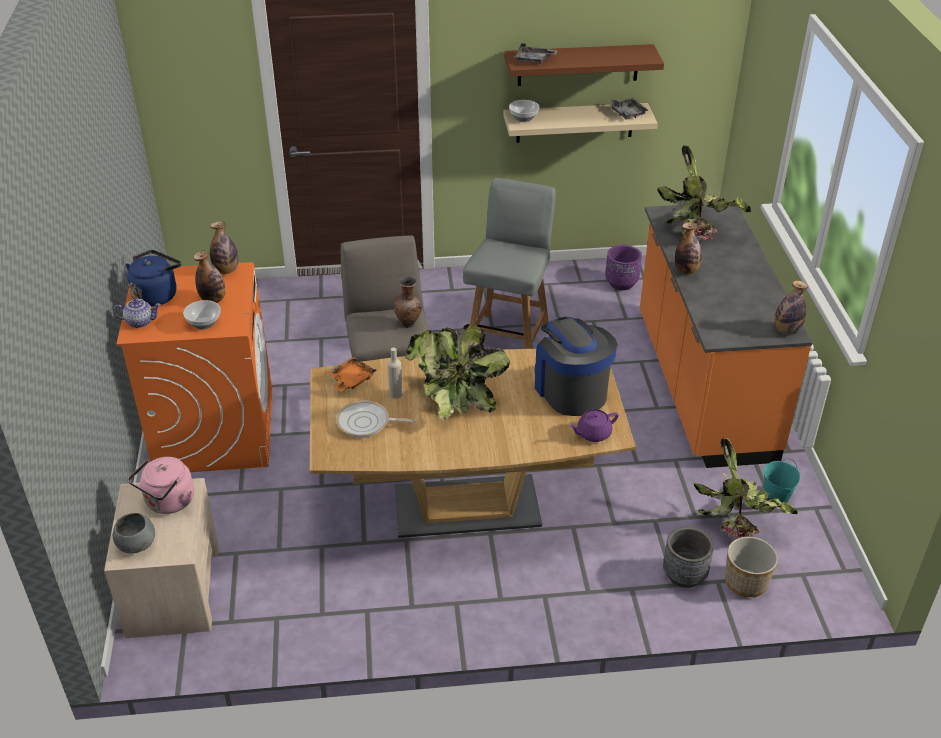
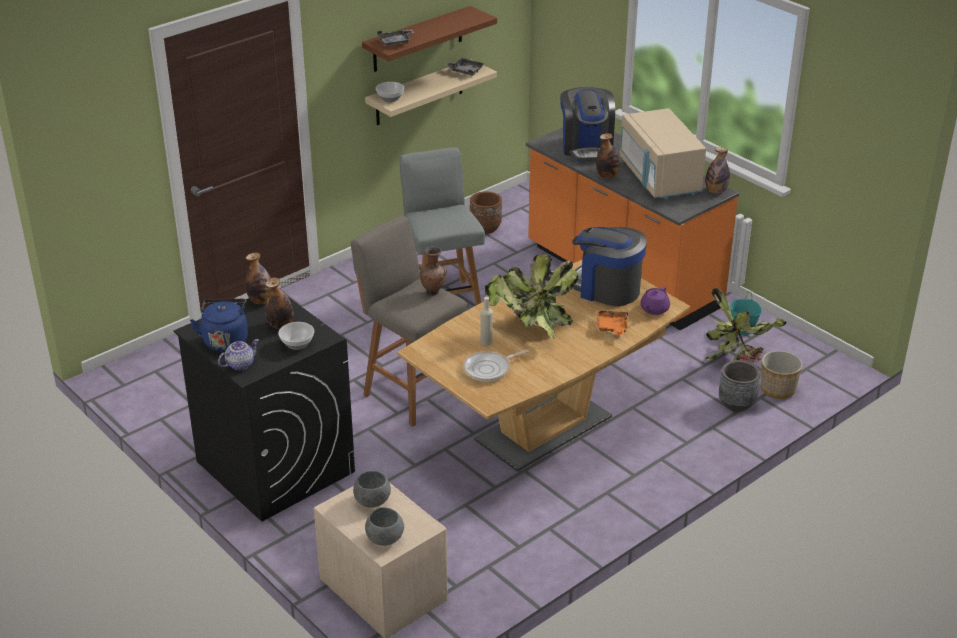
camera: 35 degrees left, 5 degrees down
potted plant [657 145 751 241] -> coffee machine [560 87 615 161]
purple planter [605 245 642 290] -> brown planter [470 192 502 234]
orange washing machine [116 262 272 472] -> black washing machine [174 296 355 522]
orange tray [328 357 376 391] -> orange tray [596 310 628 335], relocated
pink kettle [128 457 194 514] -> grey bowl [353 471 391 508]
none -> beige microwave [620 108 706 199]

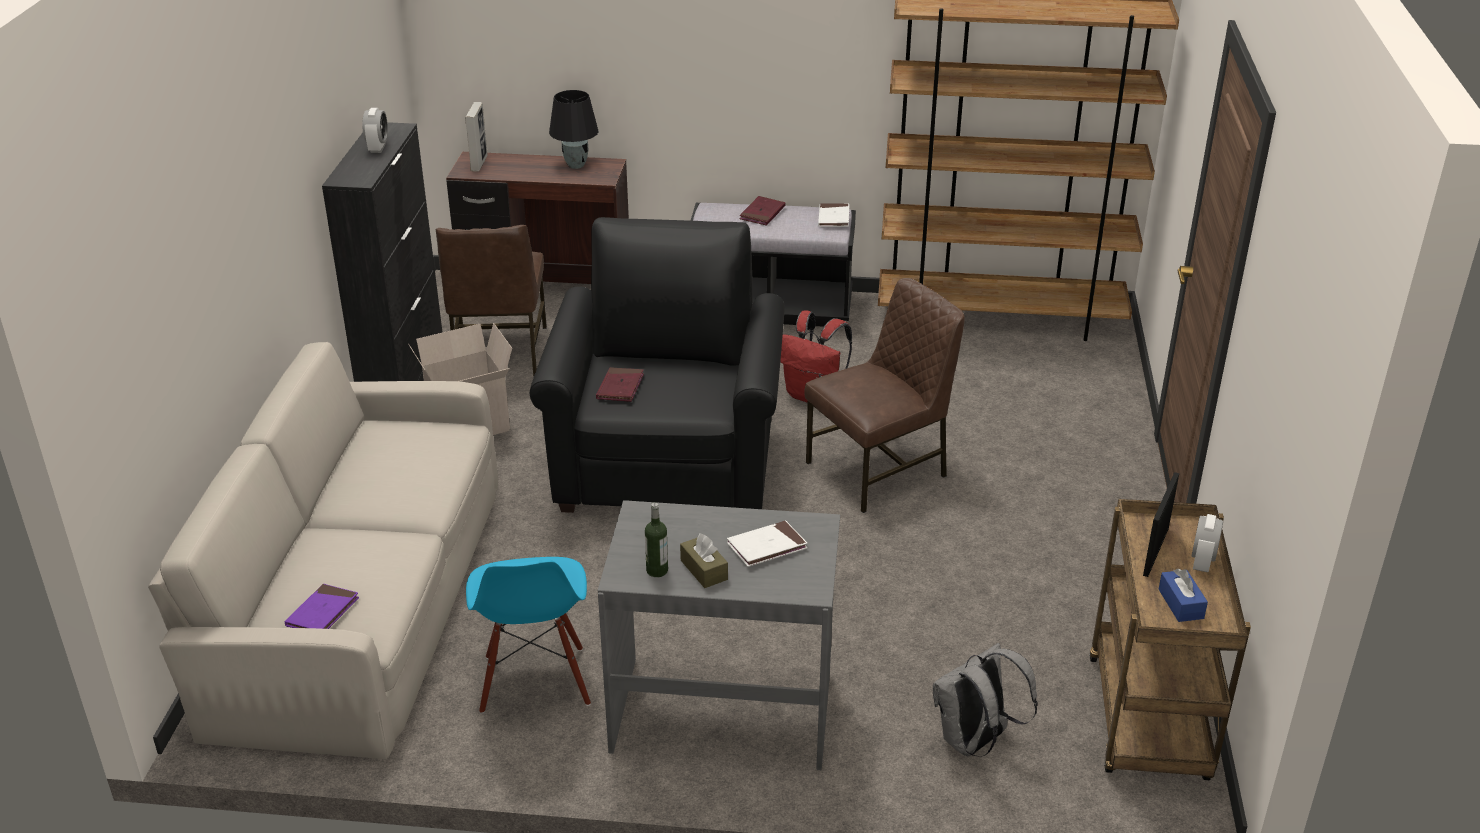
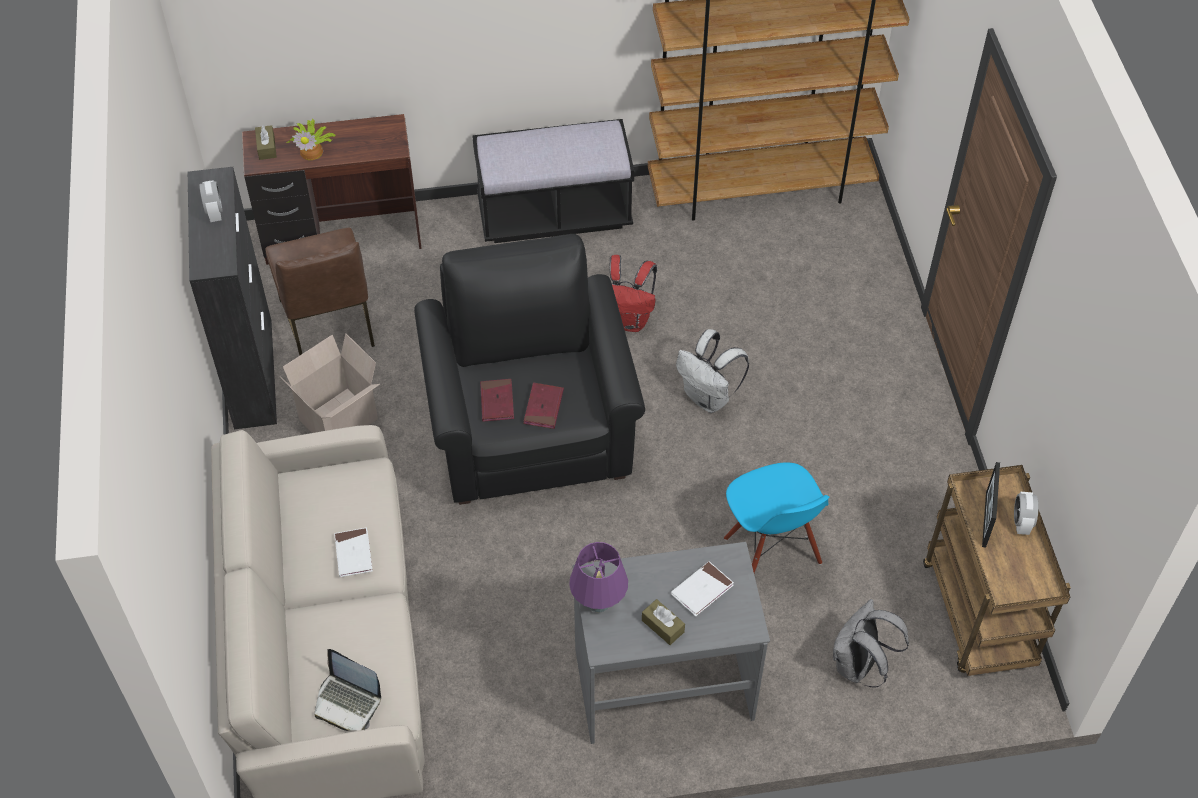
camera: 15 degrees left, 20 degrees up
black table lamp [549 90 599 169] -> none
picture frame [465 102 488 172] -> brown tissue box [255 125 277 160]
red book [740 196 785 226] -> red book [523 382 564 429], relocated
white book [818 204 849 227] -> white book [334 527 373 577], relocated
brown chair [804 278 965 513] -> white backpack [676 329 749 413]
bottle [645 502 668 577] -> none
blue chair [466 557 591 714] -> blue chair [724 462 829 573], relocated
blue tissue box [1159 569 1208 622] -> none
purple book [285 584 359 629] -> laptop [314 649 381 731]
none -> potted plant [287 119 335 160]
none -> purple table lamp [569 542 628 613]

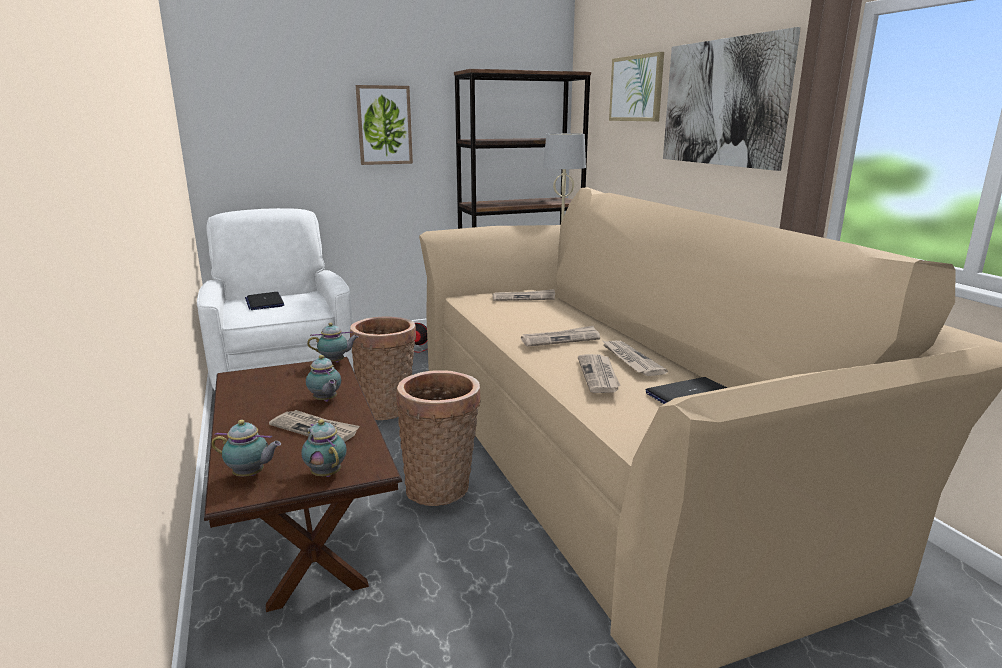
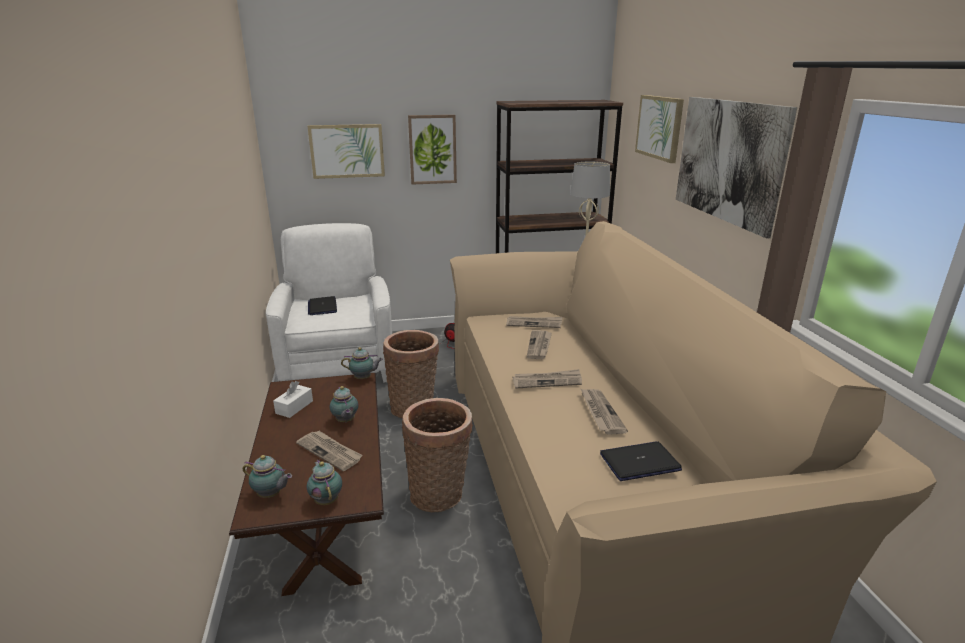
camera: 10 degrees right, 5 degrees up
newspaper [578 354 621 393] -> newspaper [527 330 552 359], relocated
none -> picture [307 124 385 179]
none -> white tissue box [273 381 313 418]

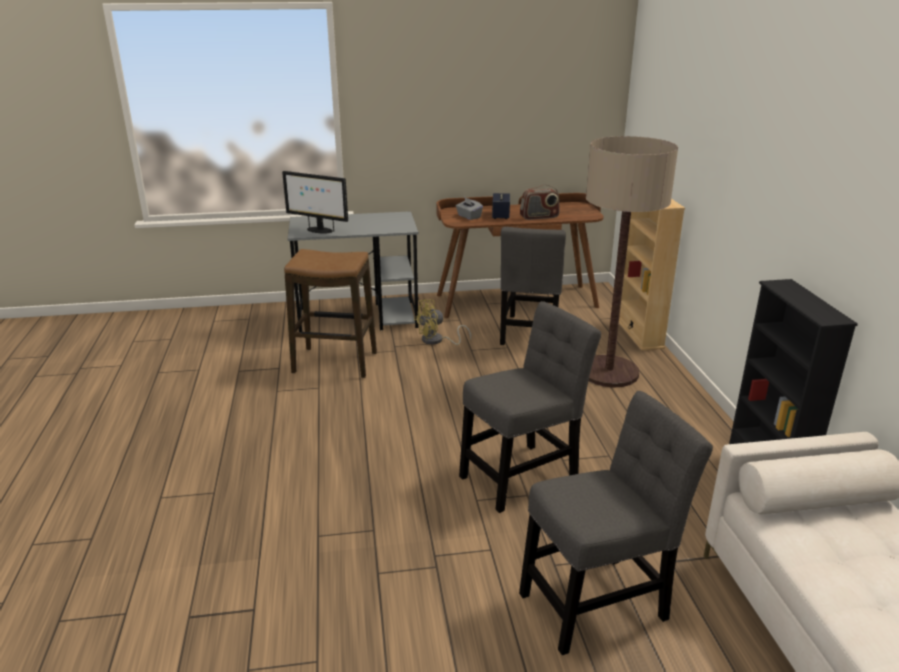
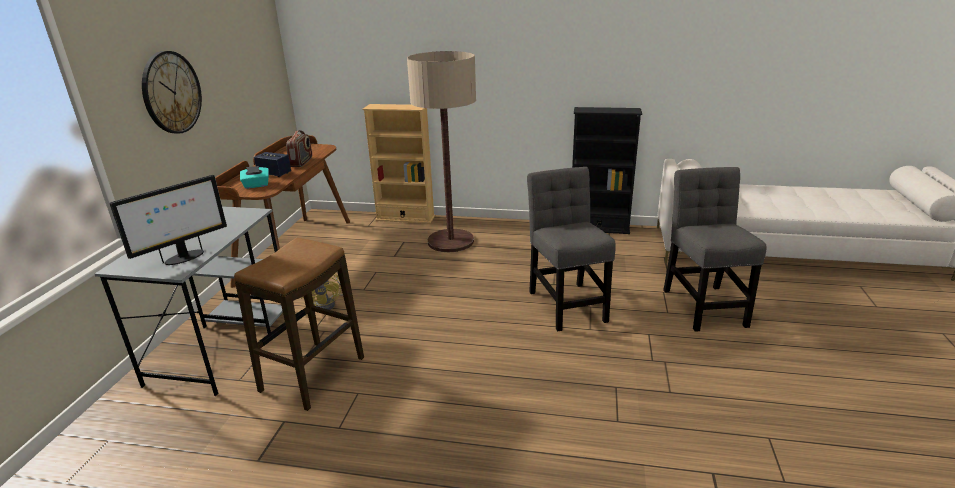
camera: 70 degrees left, 0 degrees up
grey tissue box [456 197 483 220] -> turquoise tissue box [240 166 269 189]
grey chair [500 227 566 345] -> none
none -> wall clock [142 51 202 134]

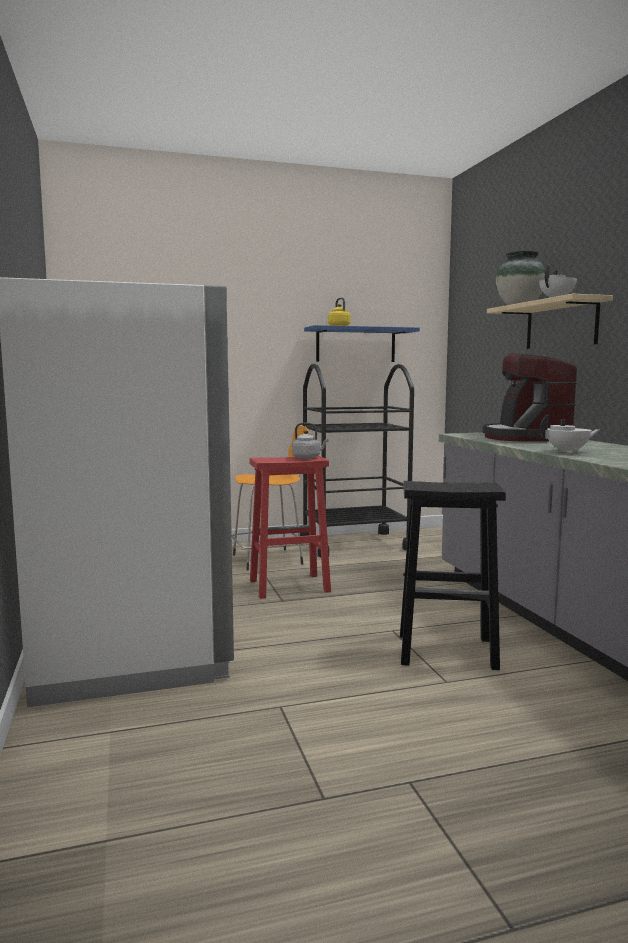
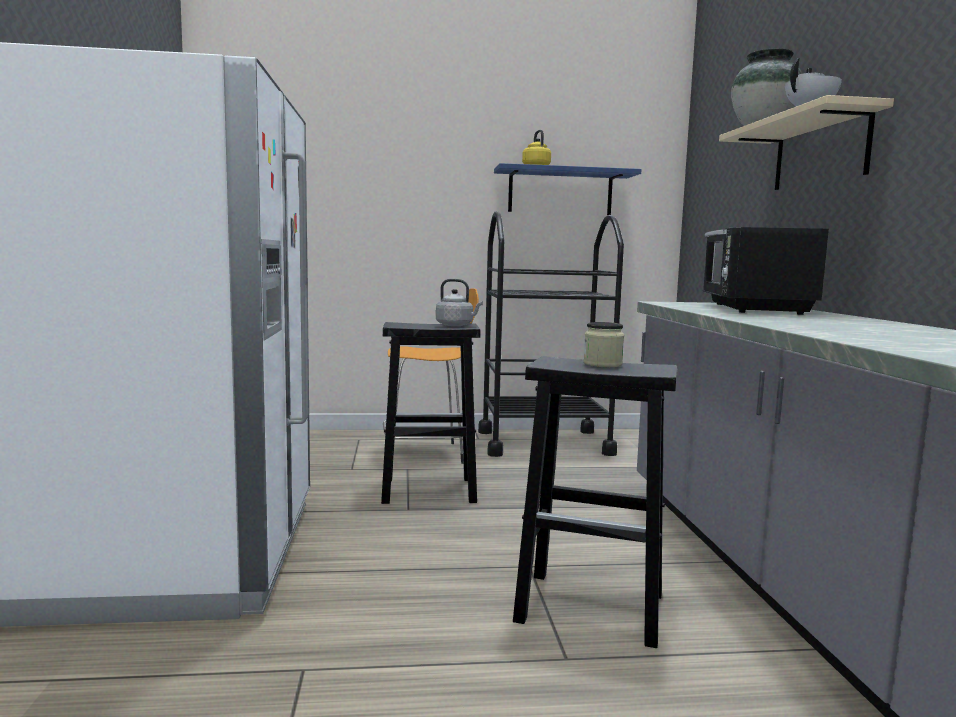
camera: 10 degrees right, 0 degrees up
coffee machine [483 353 577 441] -> black microwave [703 227 829 315]
white teapot [540 414 600 453] -> none
red stool [249 456 331 599] -> black stool [381 322 480 504]
none -> jar [584 322 624 367]

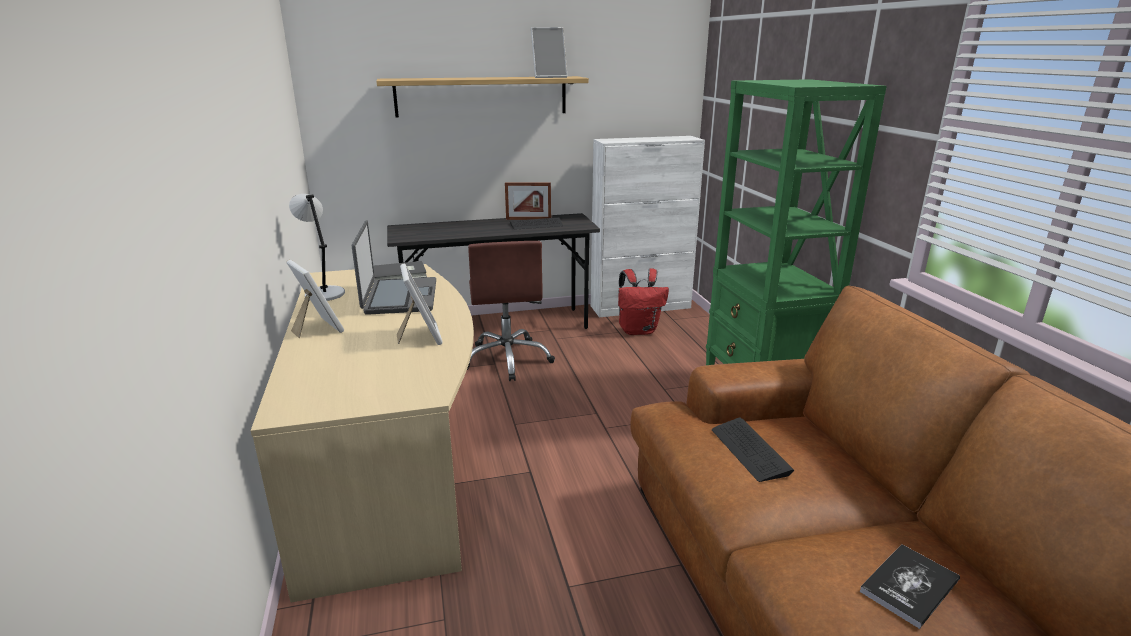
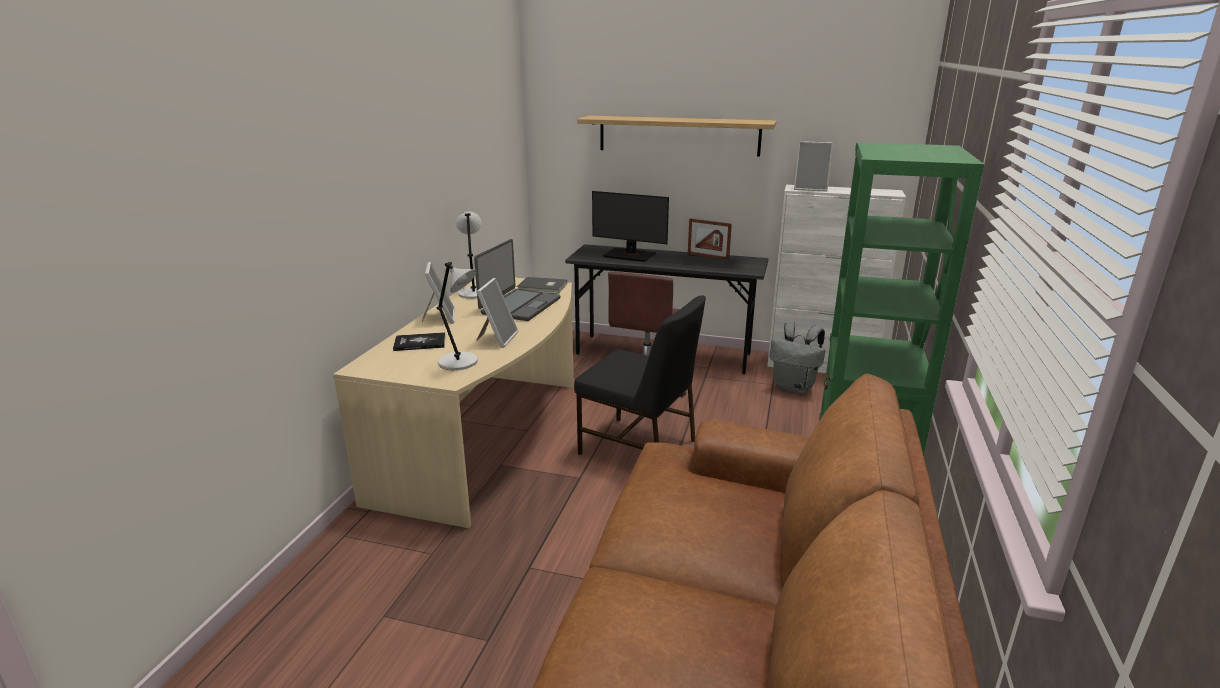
camera: 30 degrees right, 0 degrees up
picture frame [531 27 567 78] -> picture frame [794 141 833 192], relocated
red backpack [618 268 669 335] -> grey backpack [770 322 825 394]
keyboard [712 417 794 482] -> none
book [859 544 960 629] -> book [393 332 446 351], relocated
none -> monitor [592 191 669 262]
none -> grey table lamp [436 262 478 370]
none -> black chair [574 295 706 455]

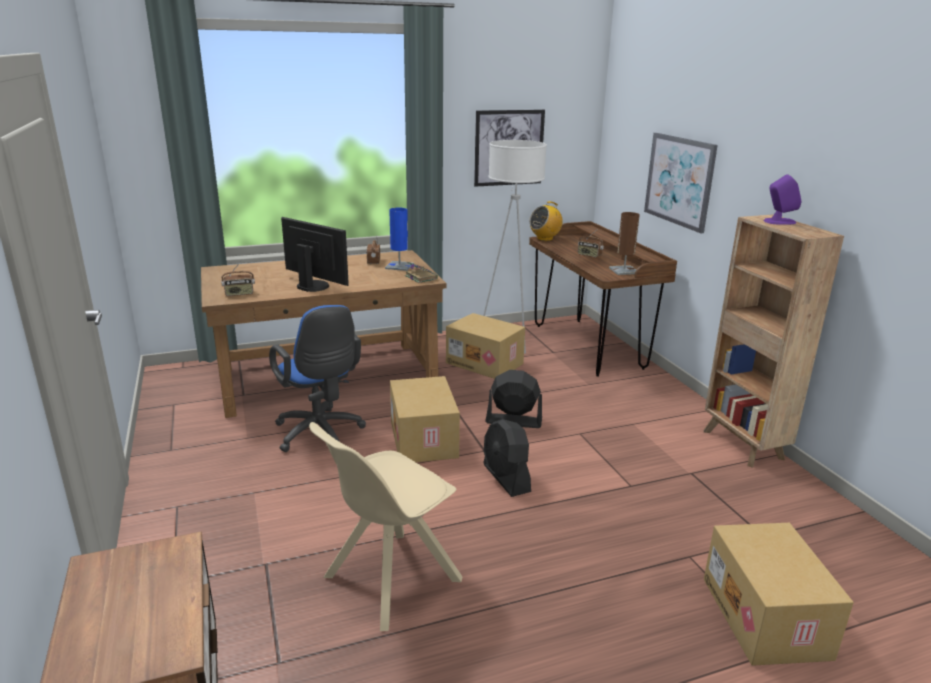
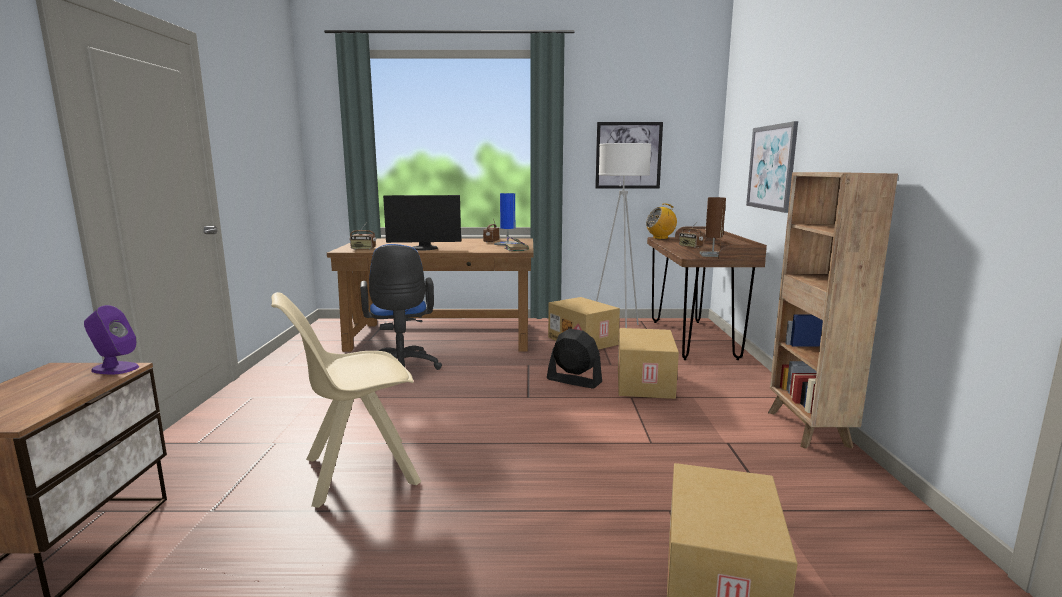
camera: 20 degrees right, 10 degrees down
purple speaker [764 174 802 225] -> purple speaker [84 305 139 374], relocated
monitor [281 217 349 292] -> monitor [383 195 461 250], 120 degrees clockwise
cardboard box [390 376 460 462] -> cardboard box [618 328 679 399], relocated
black fan [483 419 531 497] -> none

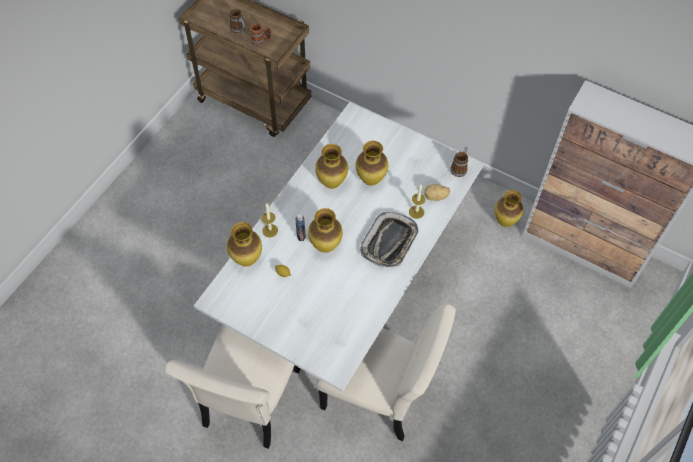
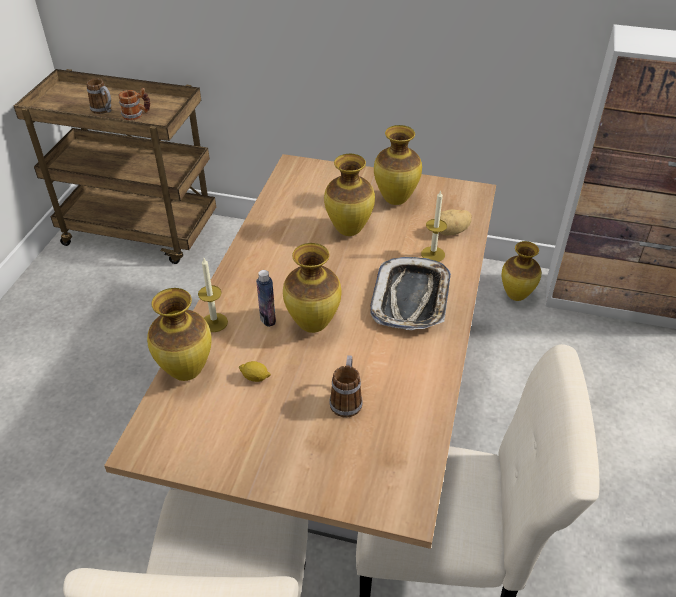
camera: 15 degrees left, 15 degrees down
white dining table [194 102 484 392] -> brown dining table [104 154 496 549]
vase [315 144 348 189] -> vase [374 125 422 205], relocated
mug [451 147 468 177] -> mug [329 355 363 418], relocated

